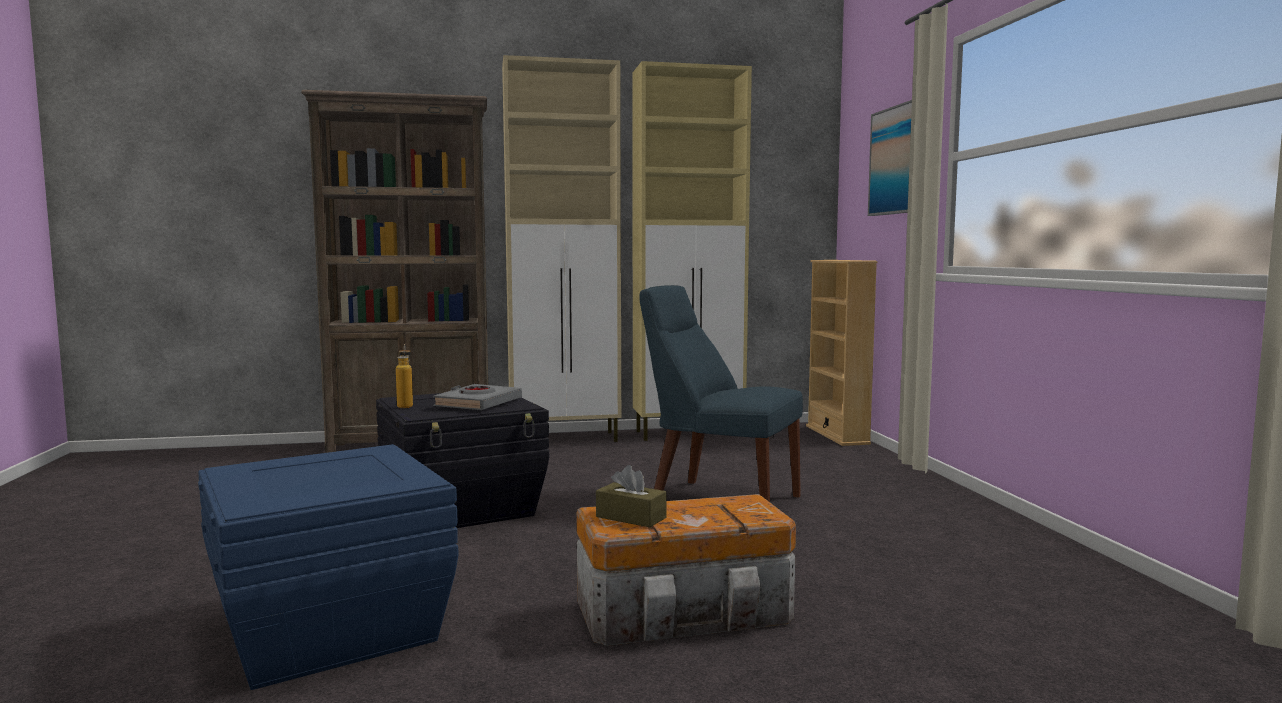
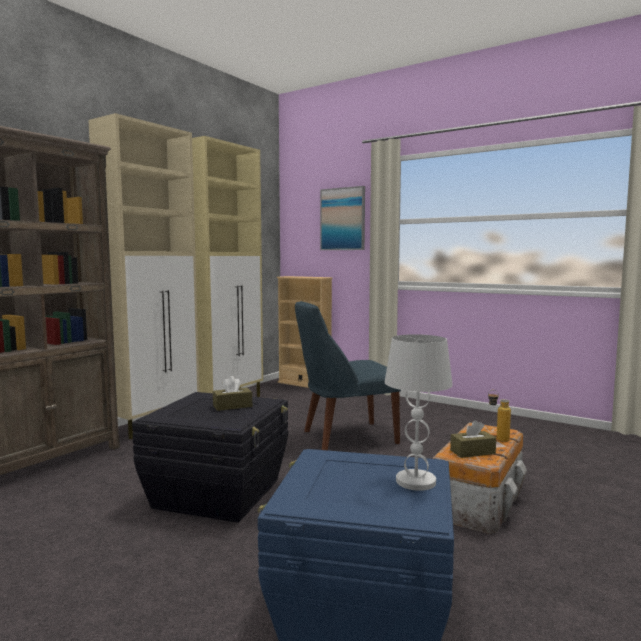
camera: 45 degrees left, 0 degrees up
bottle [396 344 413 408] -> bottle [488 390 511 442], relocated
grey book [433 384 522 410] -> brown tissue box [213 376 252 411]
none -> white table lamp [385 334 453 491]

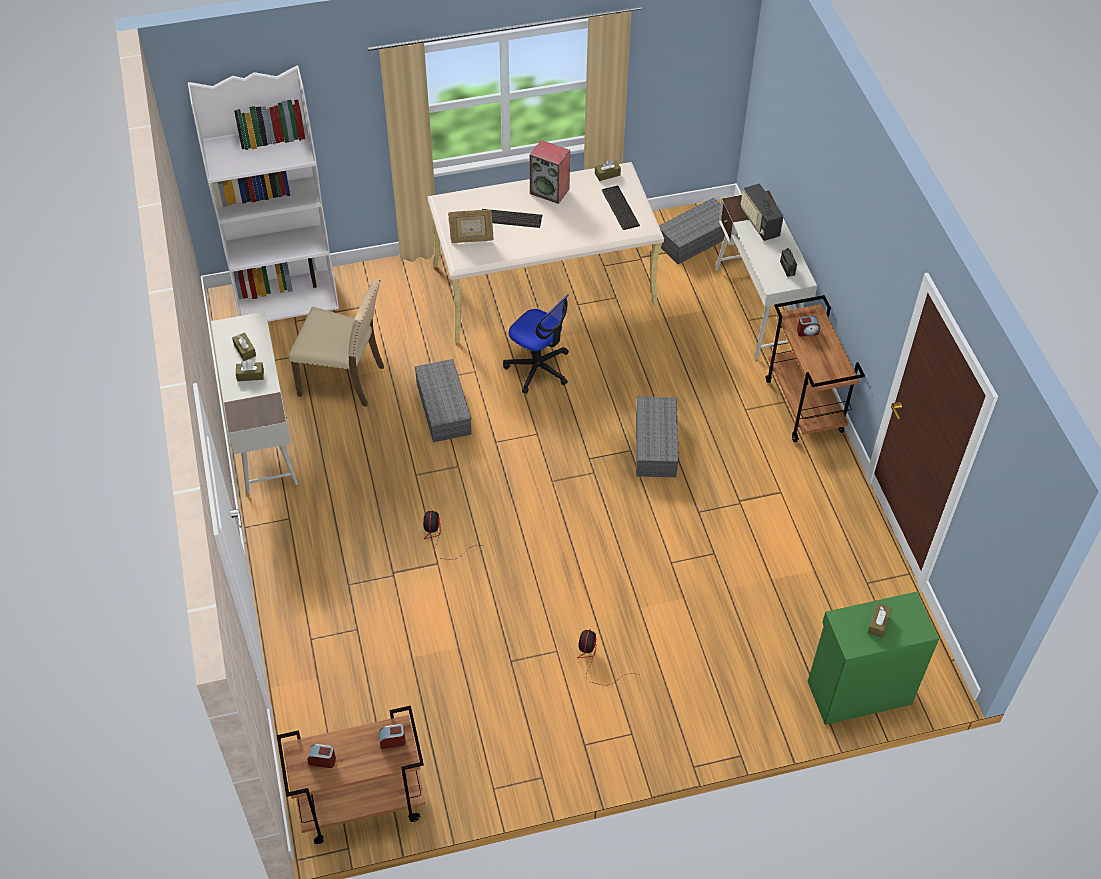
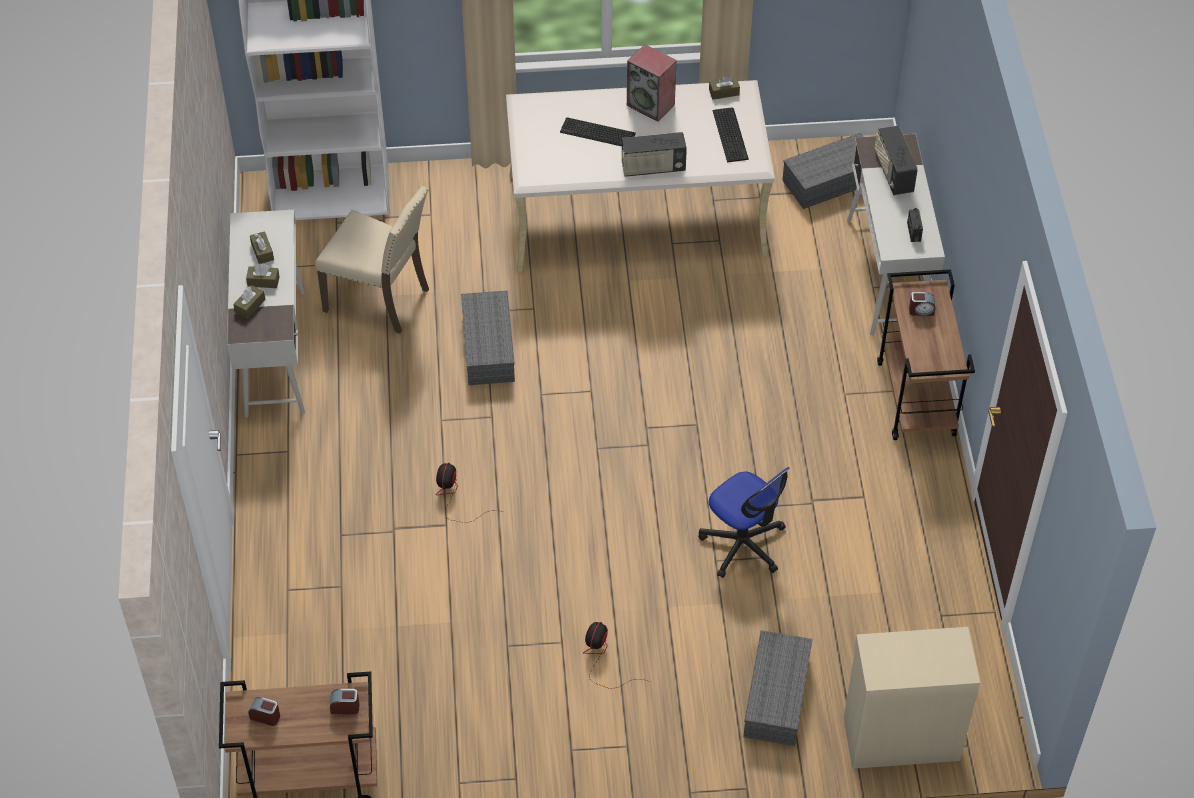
camera: 10 degrees right, 0 degrees up
picture frame [448 209 494 243] -> none
office chair [503 294 569 394] -> office chair [698 467 789 578], relocated
grey storage box [636 397 679 477] -> grey storage box [744 630 813 746], relocated
green cabinet [808 592 939 725] -> beige cabinet [844 627 980 769]
brown tissue box [868 603 892 638] -> brown tissue box [233 285 266 319], relocated
none -> radio [622 132 687 177]

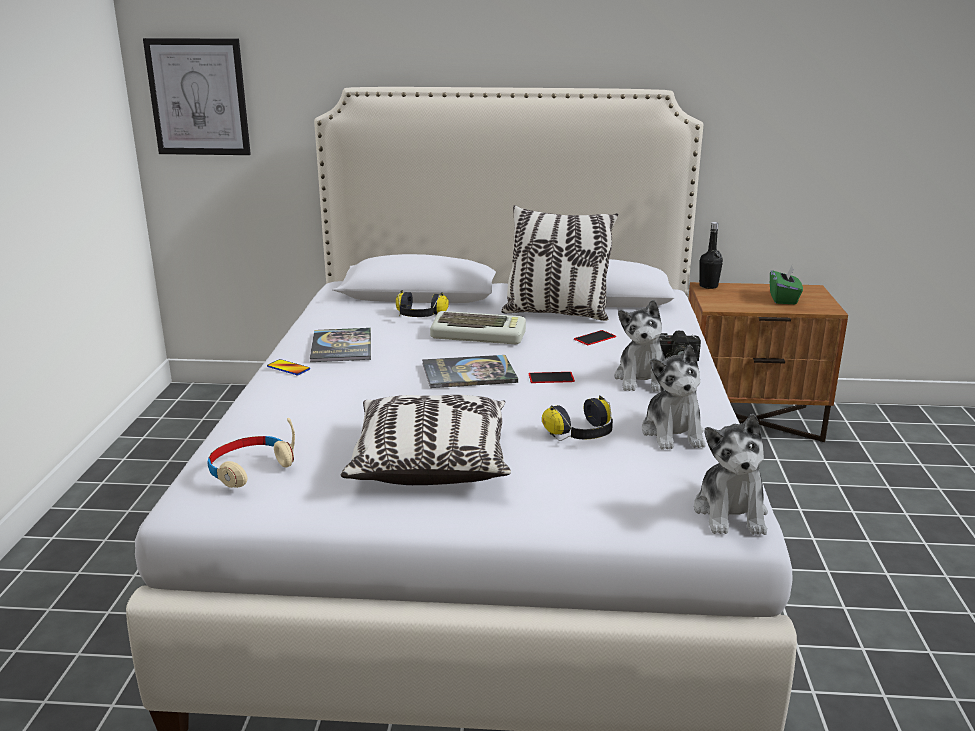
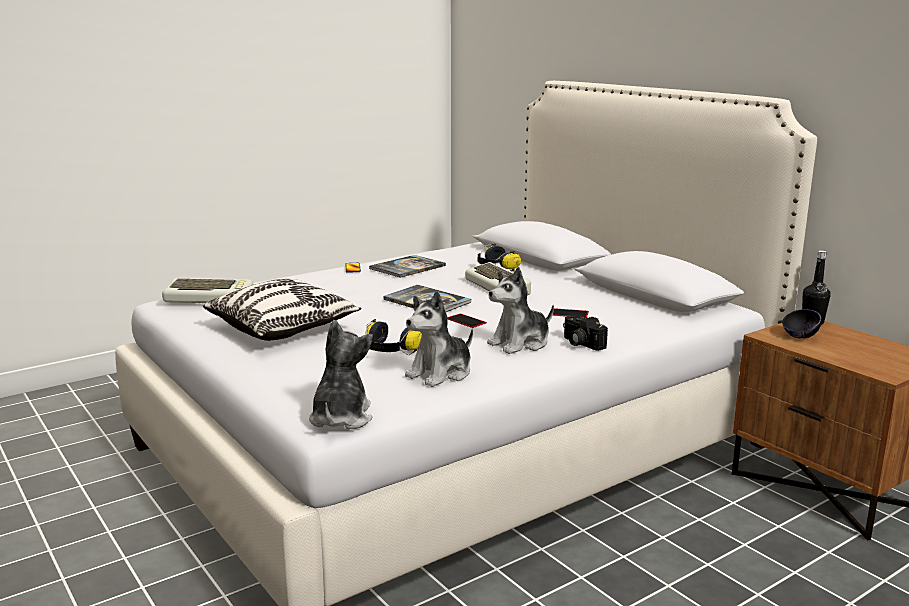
camera: 50 degrees right, 5 degrees down
picture [143 38 251 155] -> none
pillow [501 205 618 321] -> none
green tissue box [770 266 803 304] -> none
plush toy [694 414 768 535] -> plush toy [309 320 373 429], 135 degrees clockwise
beige headphones [208 418 295 488] -> keyboard [162 278 253 303]
none -> black bowl [782 309 822 339]

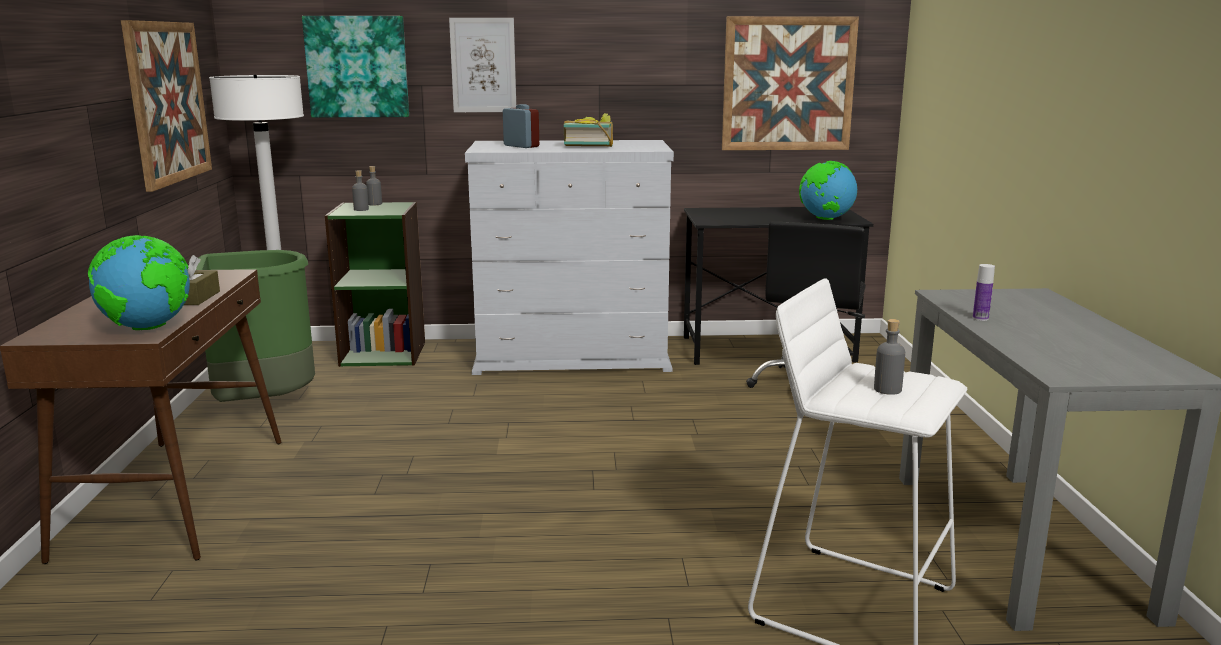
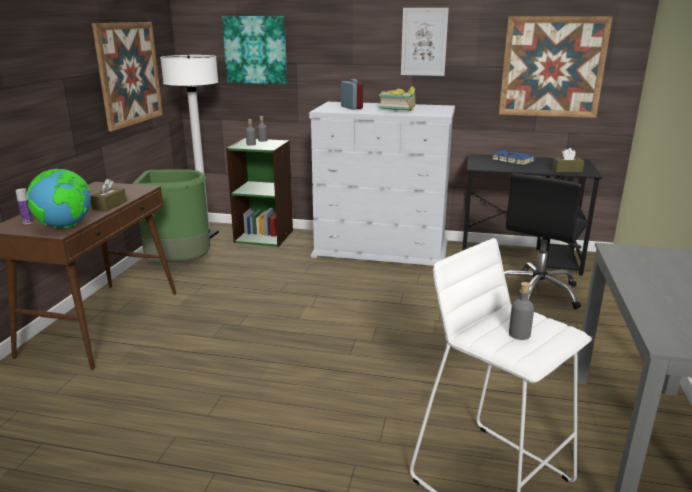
camera: 15 degrees right, 5 degrees up
picture [449 18 516 112] -> picture [401 8 449 76], relocated
globe [799 161 857 220] -> brown tissue box [552 148 584 172]
bottle [973 264 995 321] -> bottle [15 188 33 224], relocated
none -> blue book [492 150 535 165]

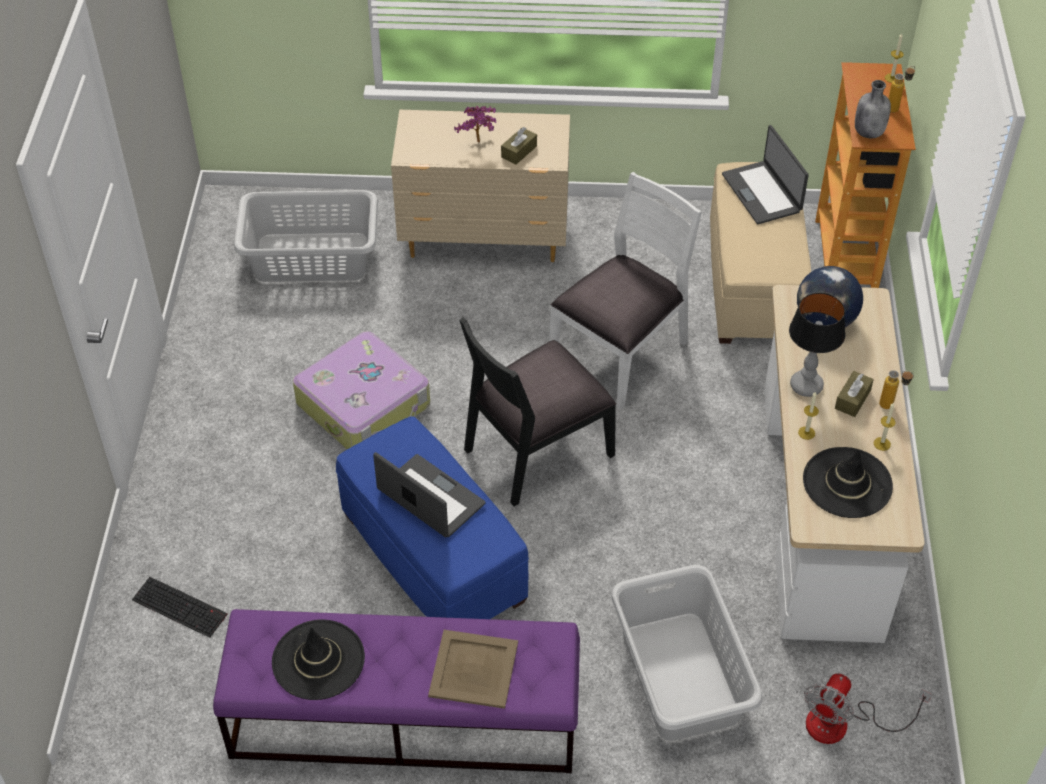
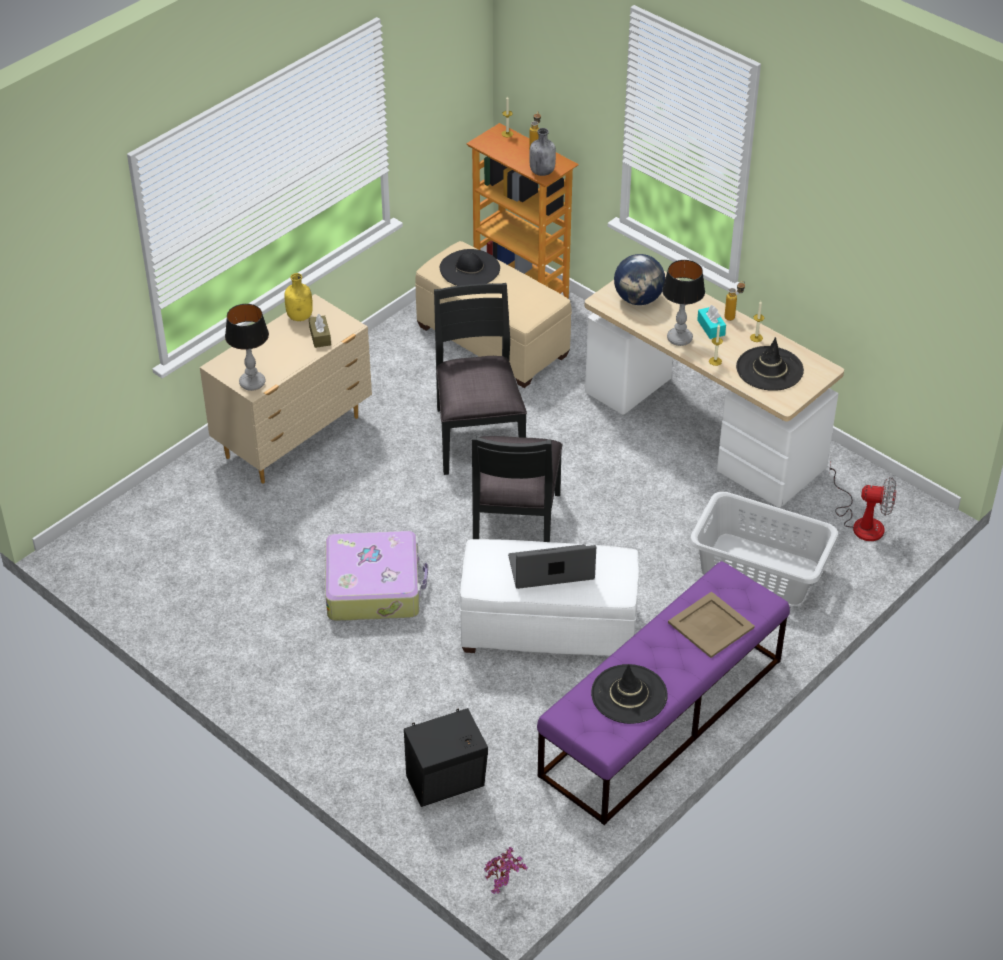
camera: 50 degrees left, 5 degrees down
potted plant [454 106 496 142] -> potted plant [484 847 528 894], relocated
laptop [722 125 809 224] -> black hat [440 249 500 286]
white chair [549 172 702 410] -> black chair [434 283 527 475]
grey laundry basket [234 190 378 282] -> none
brown tissue box [835 371 874 417] -> turquoise tissue box [697 305 726 339]
blue ottoman [336 417 529 619] -> white ottoman [460 539 639 655]
keyboard [132 577 228 638] -> black speaker [404 708 488 807]
fan [804 673 932 744] -> fan [829 463 896 541], 60 degrees counterclockwise
none -> yellow bottle [284 273 313 321]
none -> table lamp [225 304 269 391]

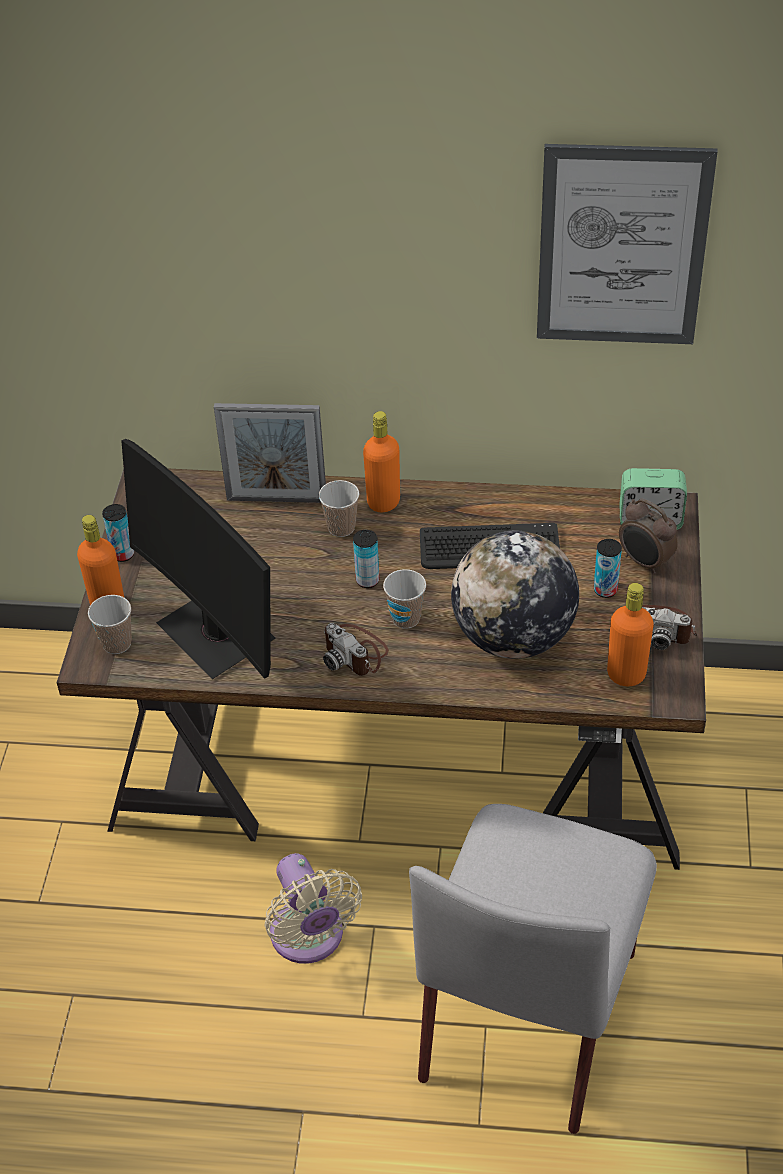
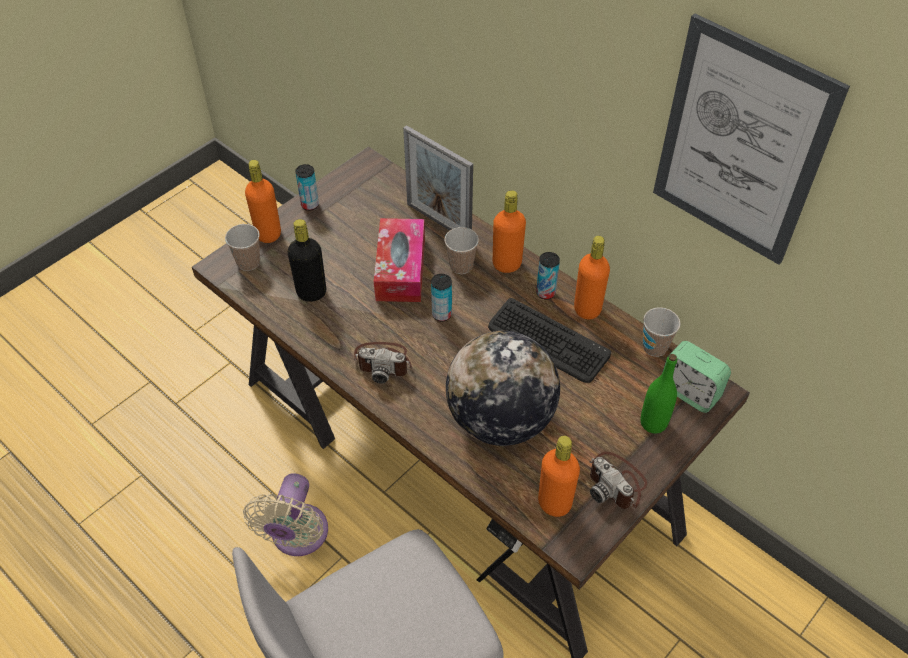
camera: 35 degrees right, 5 degrees up
monitor [121 439 275 679] -> black bottle [288 219 326 302]
alarm clock [619 499 678 574] -> green bottle [641 354 677 434]
can [594 539 622 598] -> can [536 252 560 299], relocated
cup [383 569 426 629] -> cup [643 307 680 357], relocated
photo camera [323 623 389 676] -> photo camera [353 342 413 384], 75 degrees counterclockwise
none -> tissue box [374 218 425 302]
none -> orange bottle [574 236 610 319]

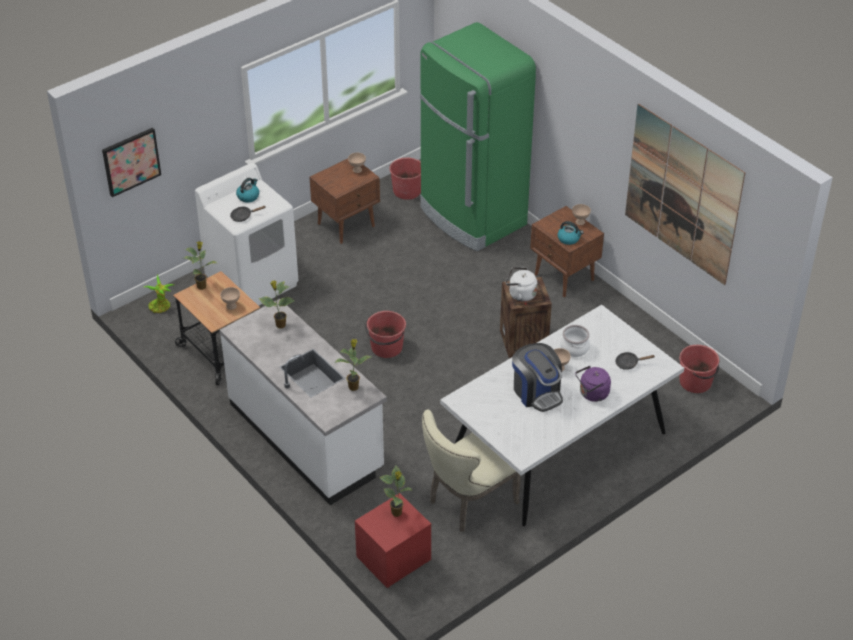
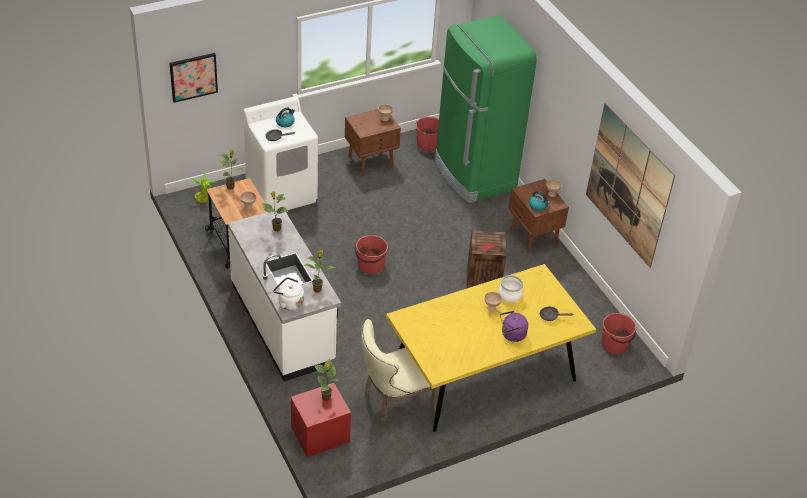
camera: 10 degrees right, 0 degrees up
white kettle [506 267 537 302] -> white kettle [273 277 304 311], relocated
white dining table [440 305 684 526] -> yellow dining table [386 264 596 432]
coffee machine [512 343 563 412] -> none

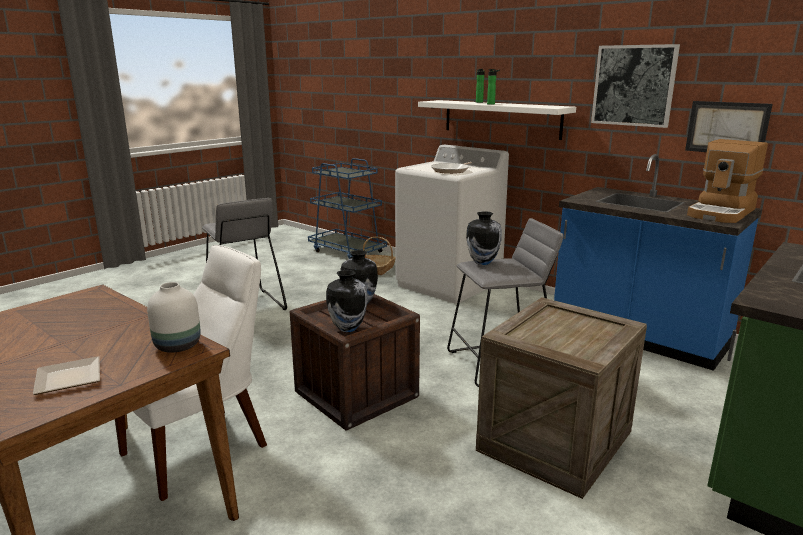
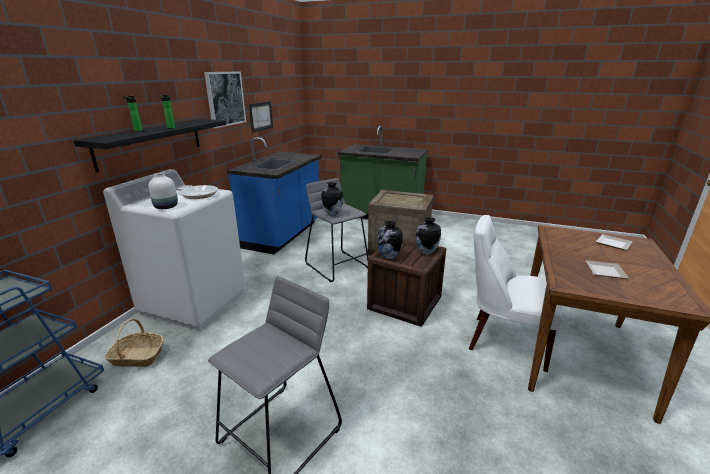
camera: 110 degrees left, 5 degrees up
white shelf [418 100 576 140] -> black shelf [74 119 226 173]
coffee machine [687 139 768 223] -> none
white vase [147 282 201 353] -> white vase [148 173 178 209], relocated
none -> plate [585 260 629 279]

